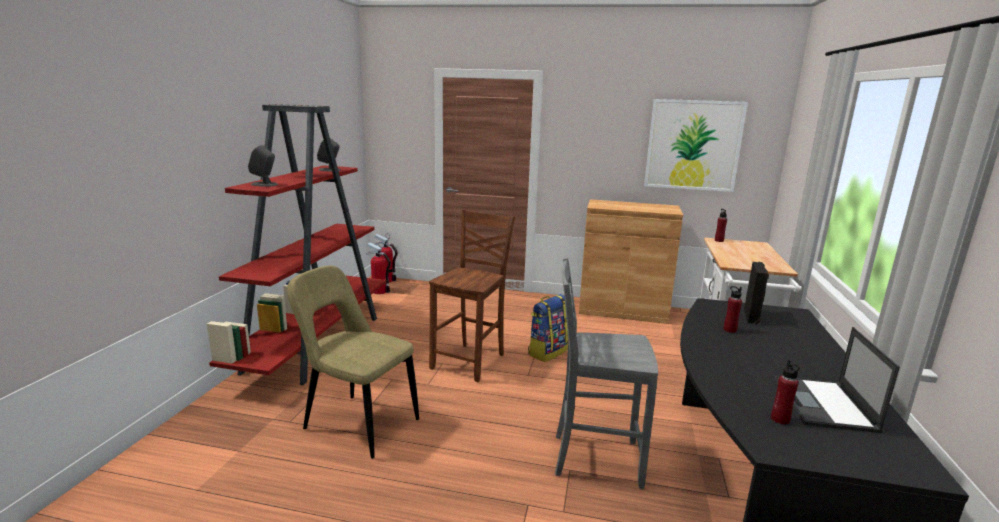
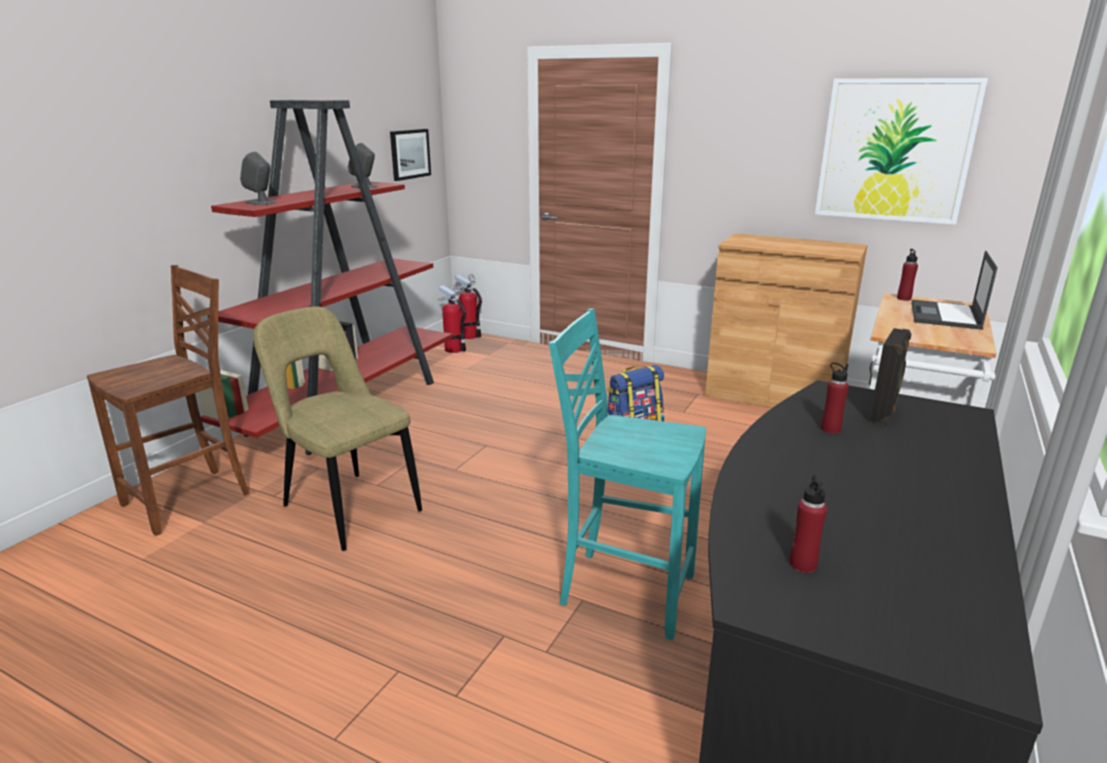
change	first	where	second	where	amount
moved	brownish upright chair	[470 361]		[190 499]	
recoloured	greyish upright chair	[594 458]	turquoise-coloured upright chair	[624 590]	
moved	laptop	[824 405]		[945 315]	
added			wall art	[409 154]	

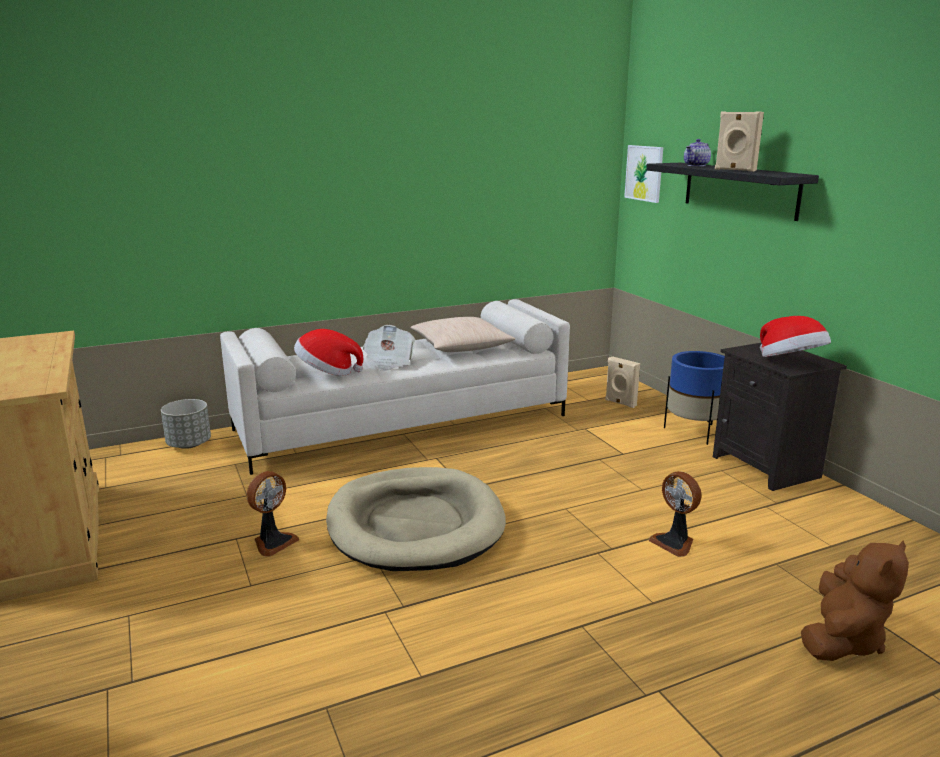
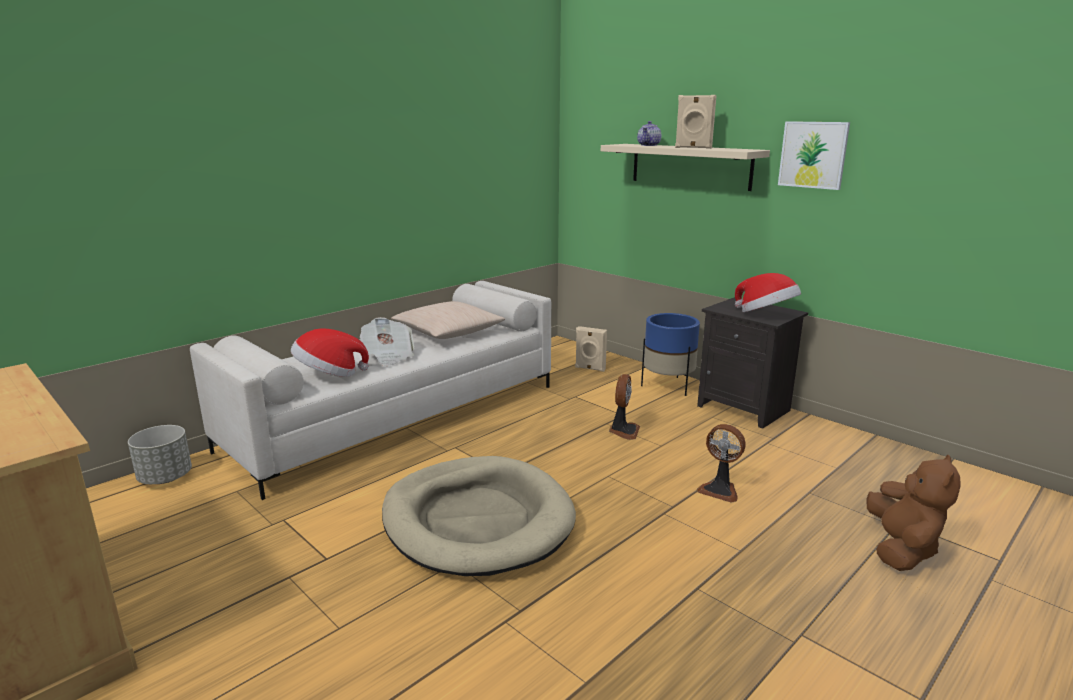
change	first	where	second	where	amount
moved	wall art	[644 173]		[813 155]	
recoloured	black-coloured shelf	[740 189]	beige shelf	[690 166]	
moved	fan	[273 542]		[623 431]	

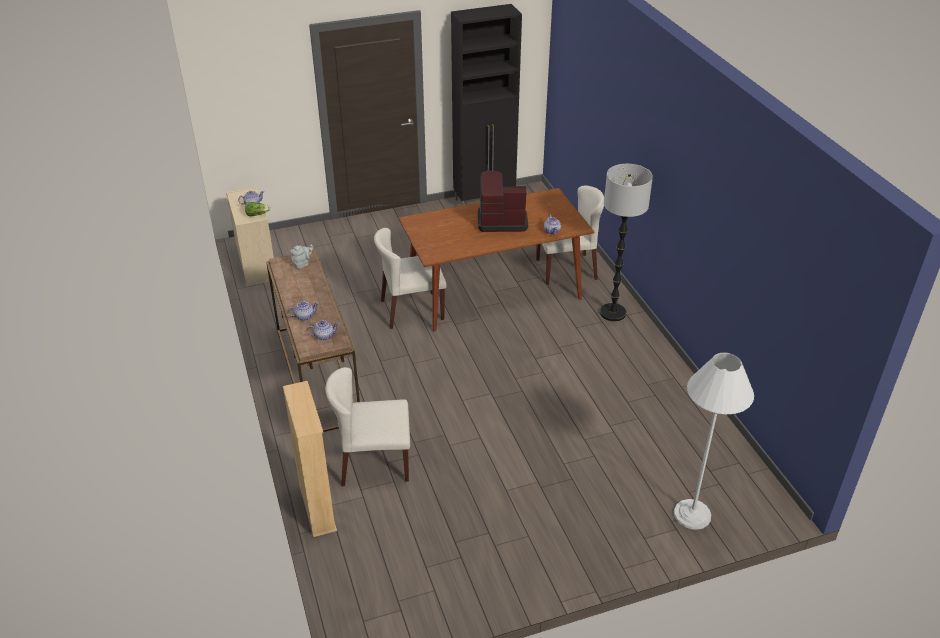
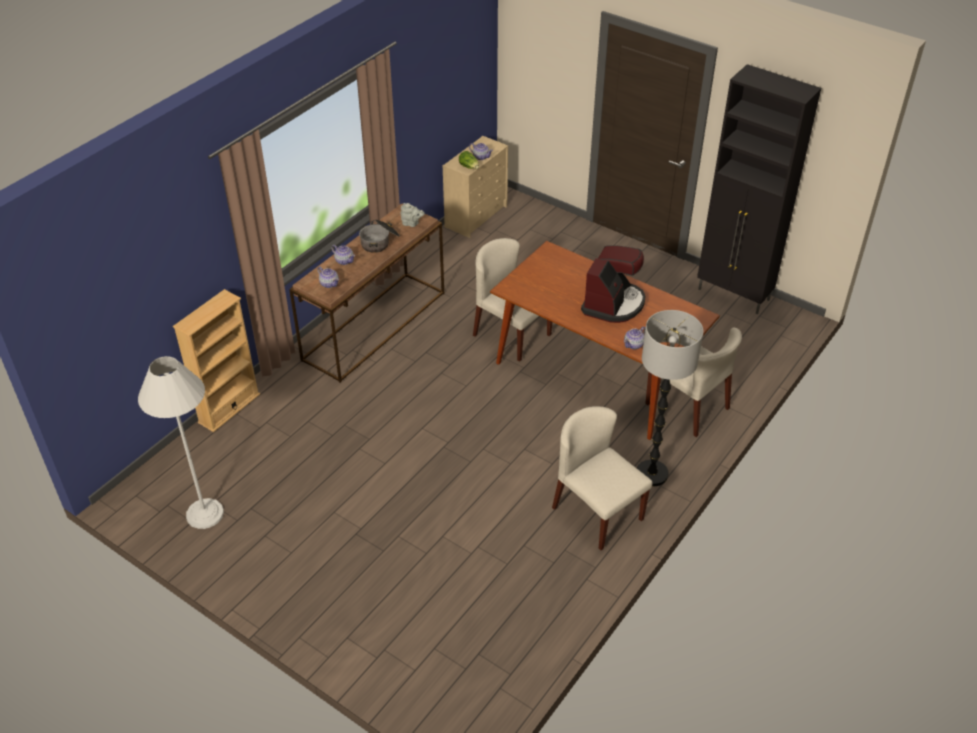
change	first	where	second	where	amount
turned	coffee maker	[501 220]		[613 303]	60 degrees clockwise
moved	whitish floor lamp	[692 514]		[205 514]	
moved	beige upright chair	[374 462]		[597 513]	
added			stockpot	[379 242]	

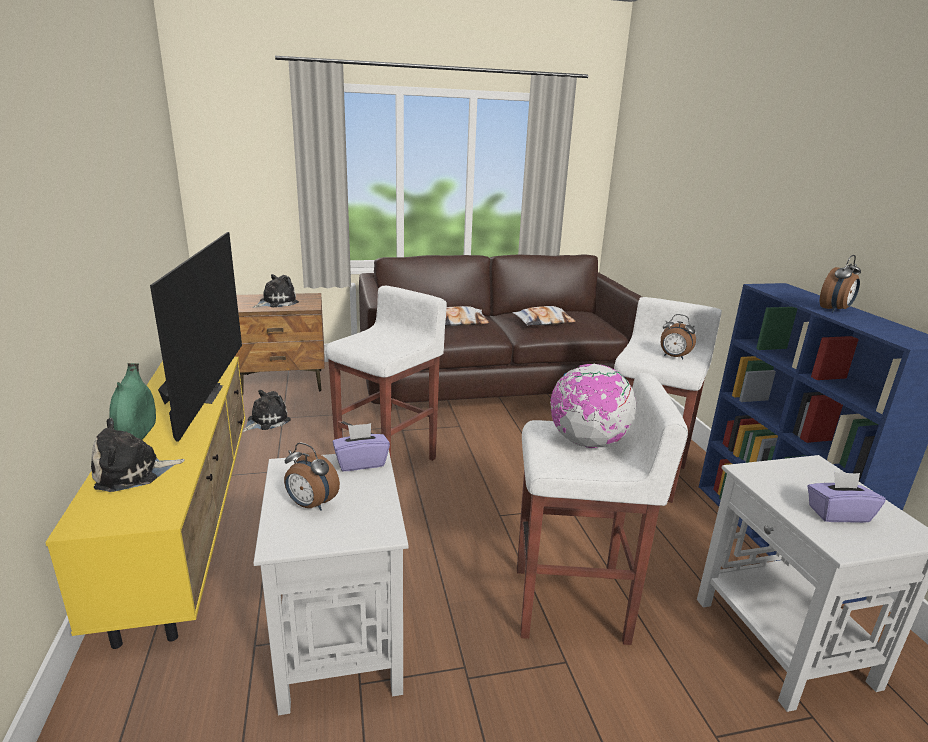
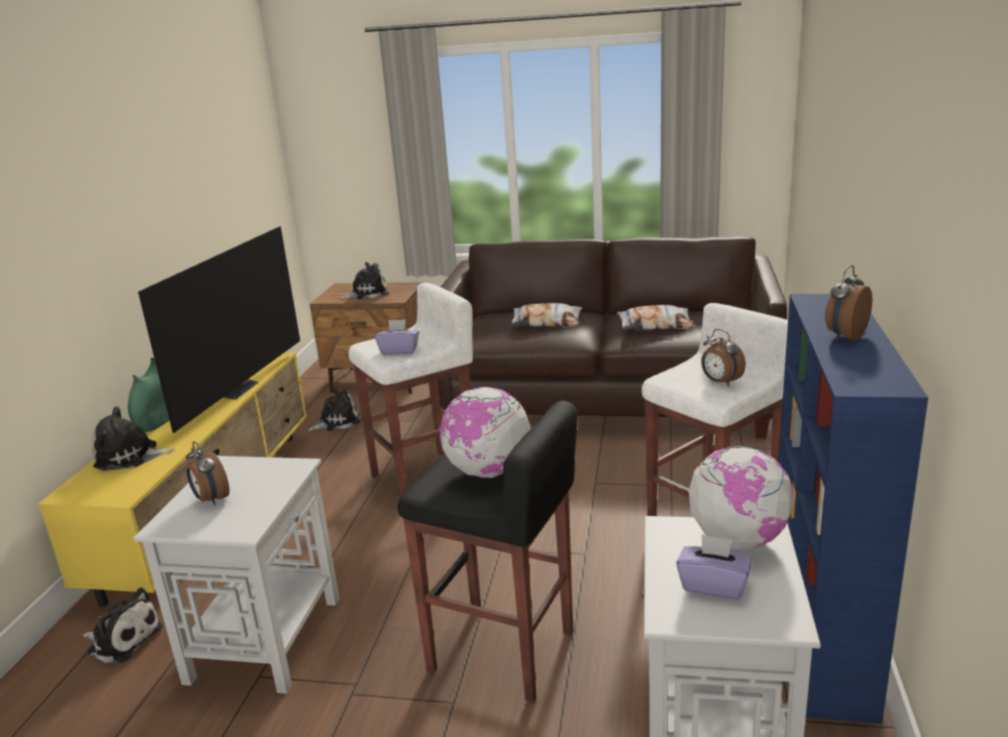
change	first	where	second	where	amount
turned	alarm clock	[835 310]		[844 336]	150 degrees clockwise
recoloured	whitish stool	[572 606]	black-coloured stool	[503 653]	
moved	purple tissue box	[361 462]		[399 350]	
added			world globe	[738 539]	
added			cuddly toy	[123 639]	

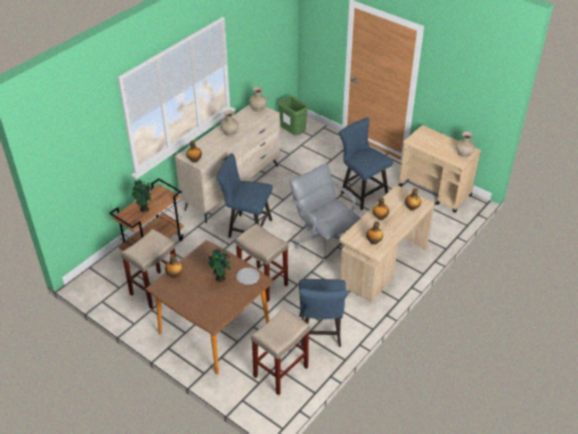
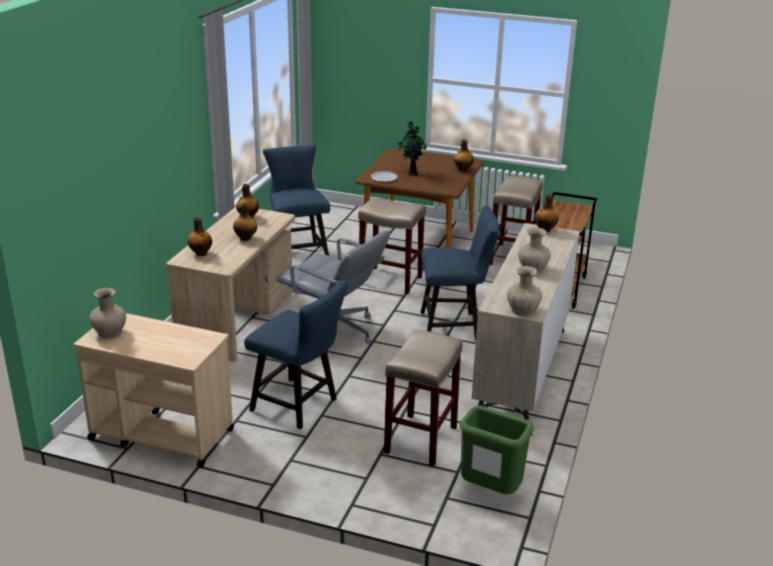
change	first	where	second	where	amount
removed	plant in a pot	[144 209]			
moved	beige stool	[280 372]		[420 439]	

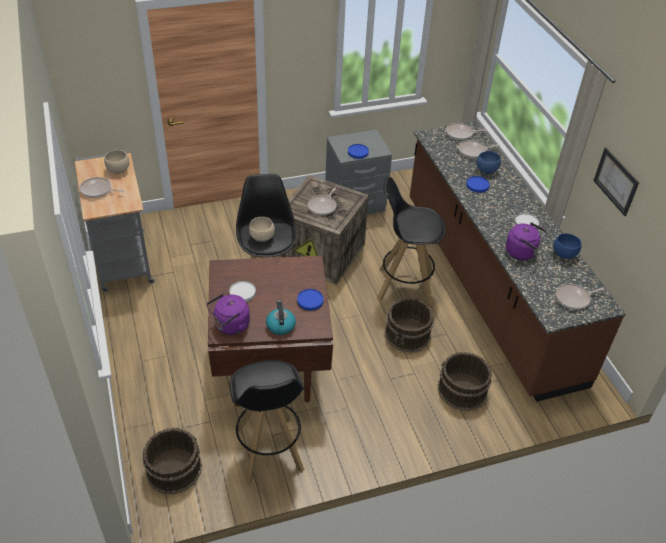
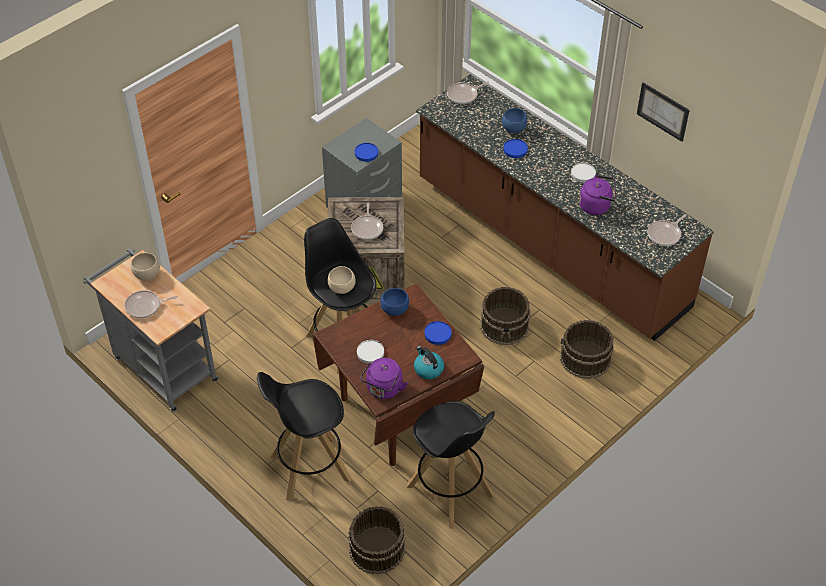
change	first	where	second	where	amount
removed	skillet	[473 151]			
moved	black-coloured stool	[404 286]		[309 468]	
moved	blue-coloured bowl	[564 254]		[394 309]	

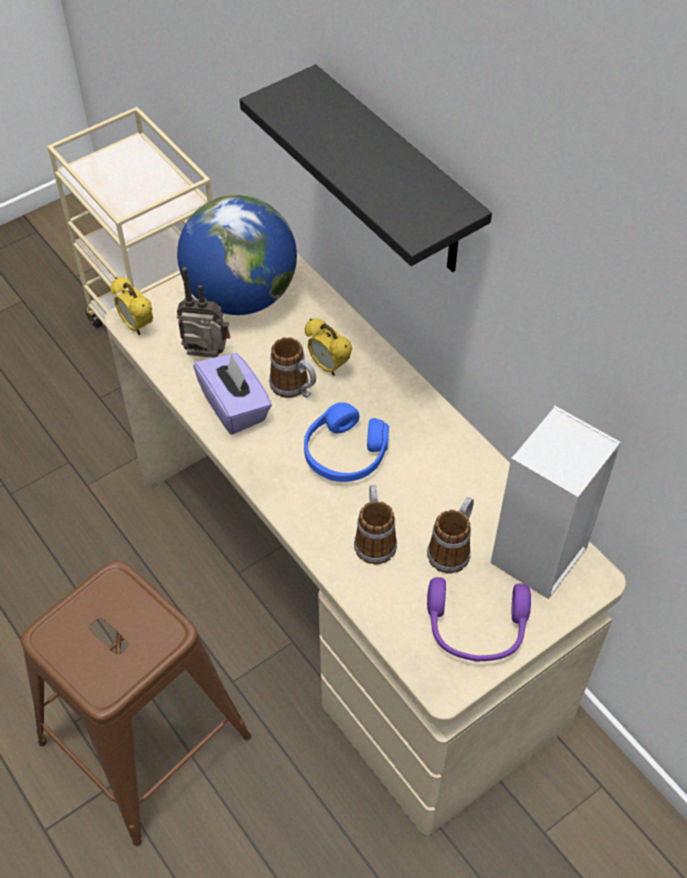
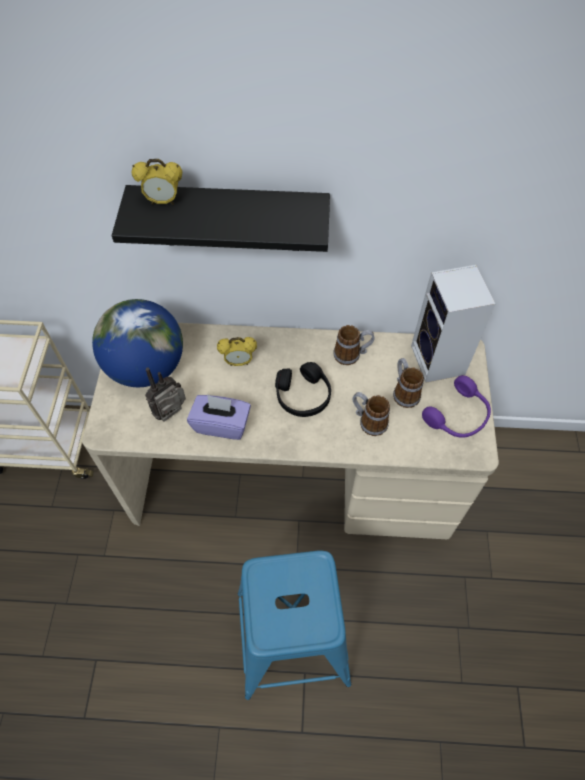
change	first	where	second	where	amount
moved	alarm clock	[136 326]		[163 201]	
moved	coffee mug	[295 388]		[352 354]	
recoloured	blue-coloured headset	[345 453]	black-coloured headset	[303 395]	
recoloured	brownish stool	[146 739]	blue-coloured stool	[293 636]	

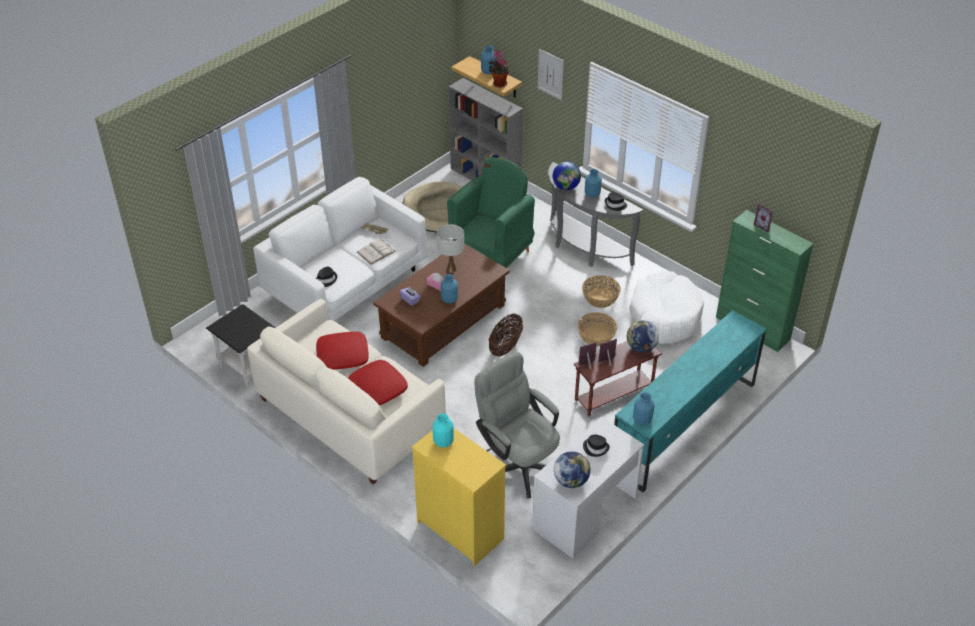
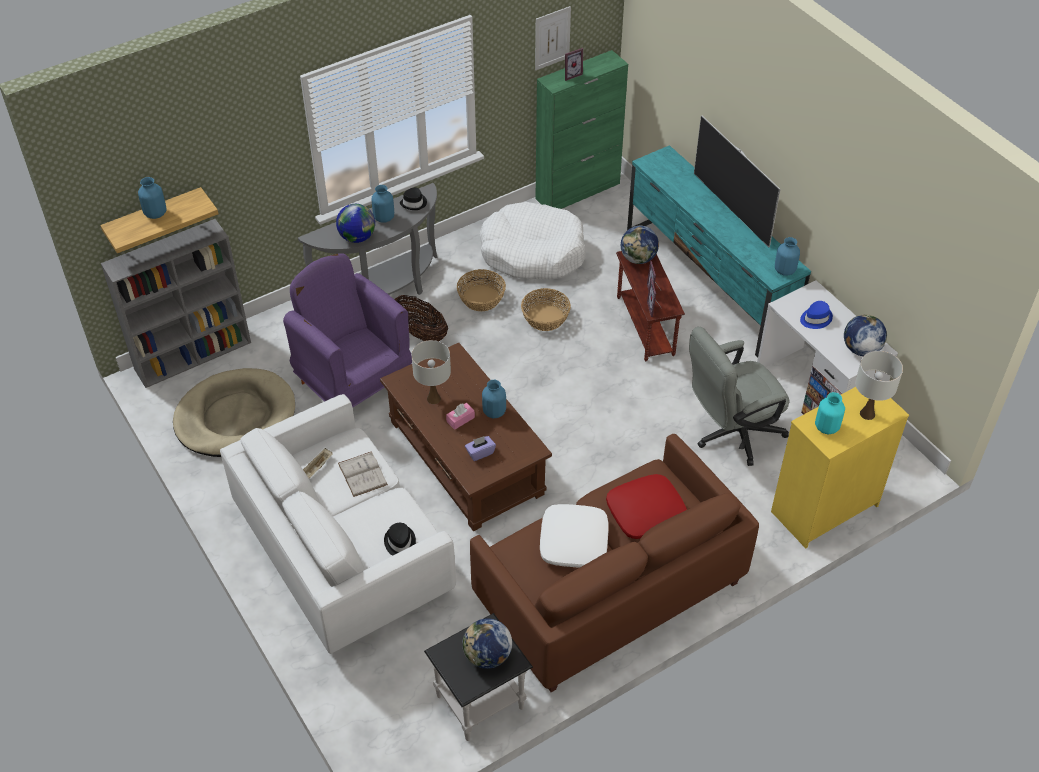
change	first	where	second	where	amount
moved	wall art	[550 74]		[552 38]	
removed	plant in a pot	[498 83]			
recoloured	greenish lounge chair	[491 254]	purple lounge chair	[354 381]	
recoloured	whitish couch	[349 414]	brownish couch	[609 590]	
moved	basket	[505 346]		[421 333]	
recoloured	red-coloured throw pillow	[343 355]	whitish throw pillow	[573 541]	
recoloured	black-coloured clothing hat	[596 448]	blue-coloured clothing hat	[815 318]	
added			TV	[731 209]	
added			whitish table lamp	[867 414]	
added			world globe	[487 656]	

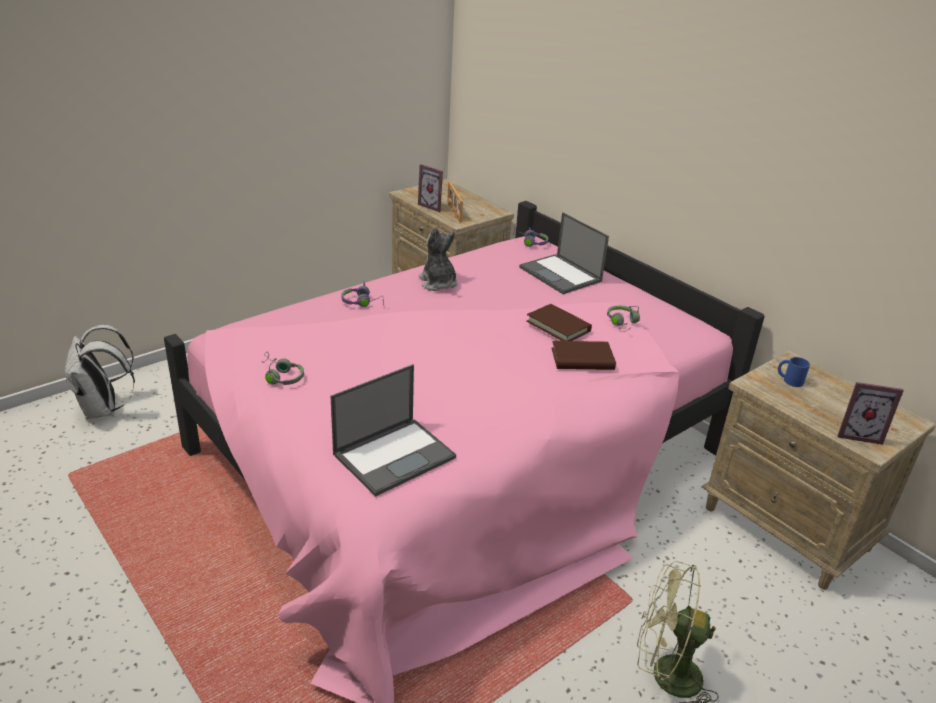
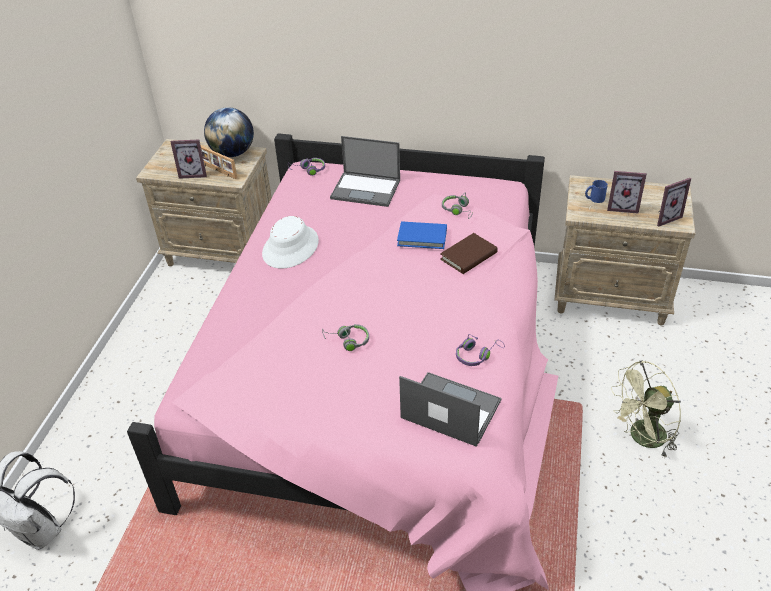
change	first	where	second	where	amount
replaced	cuddly toy	[438 283]	whitish clothing hat	[291 247]	
moved	purple headset	[362 302]		[477 355]	
recoloured	brownish book	[558 326]	blue-coloured book	[422 237]	
moved	greyish headset	[281 376]		[347 341]	
turned	laptop	[395 455]		[449 409]	75 degrees counterclockwise
added			world globe	[232 153]	
added			photo frame	[622 207]	

